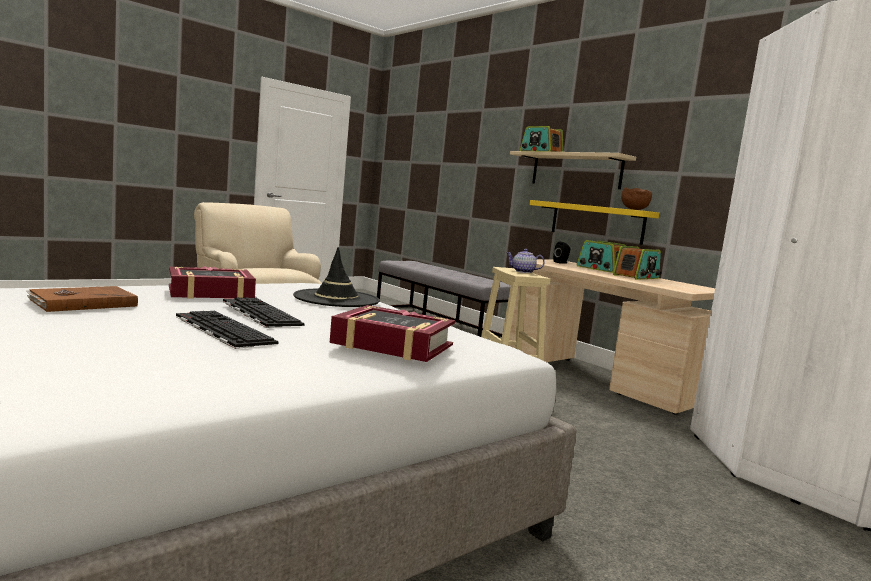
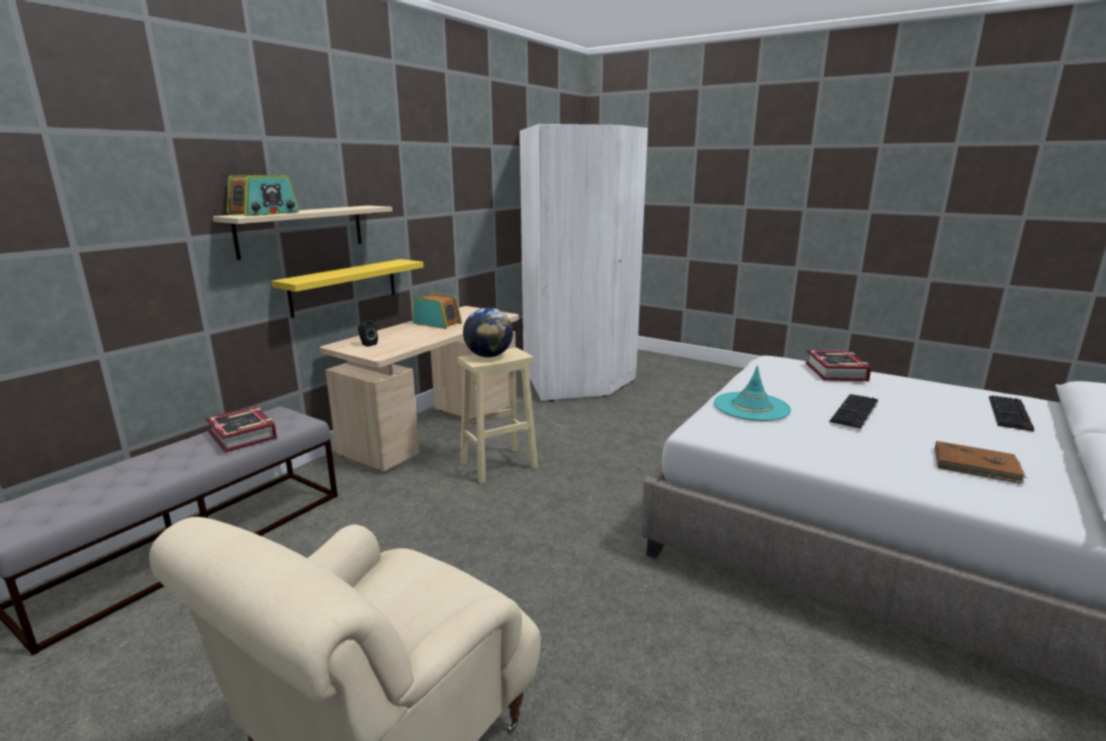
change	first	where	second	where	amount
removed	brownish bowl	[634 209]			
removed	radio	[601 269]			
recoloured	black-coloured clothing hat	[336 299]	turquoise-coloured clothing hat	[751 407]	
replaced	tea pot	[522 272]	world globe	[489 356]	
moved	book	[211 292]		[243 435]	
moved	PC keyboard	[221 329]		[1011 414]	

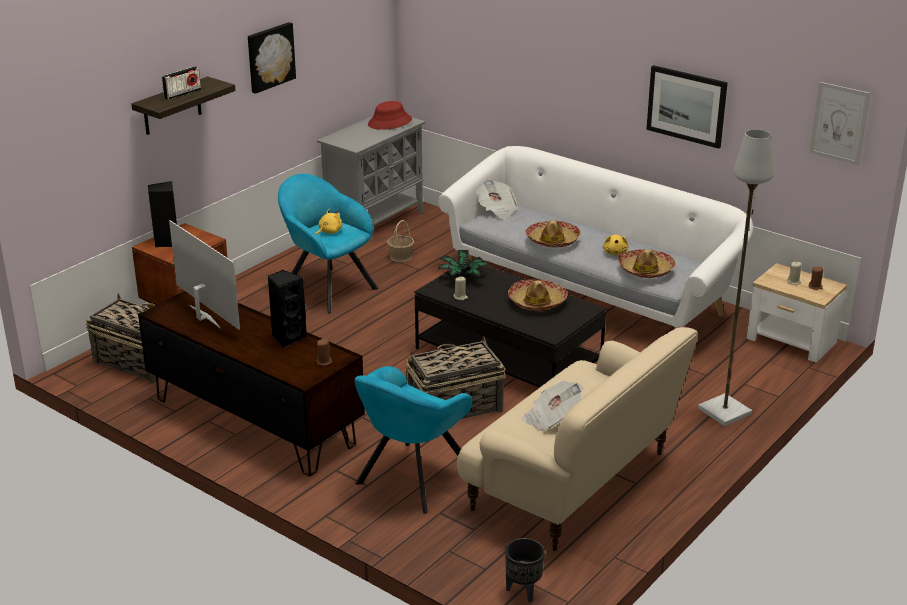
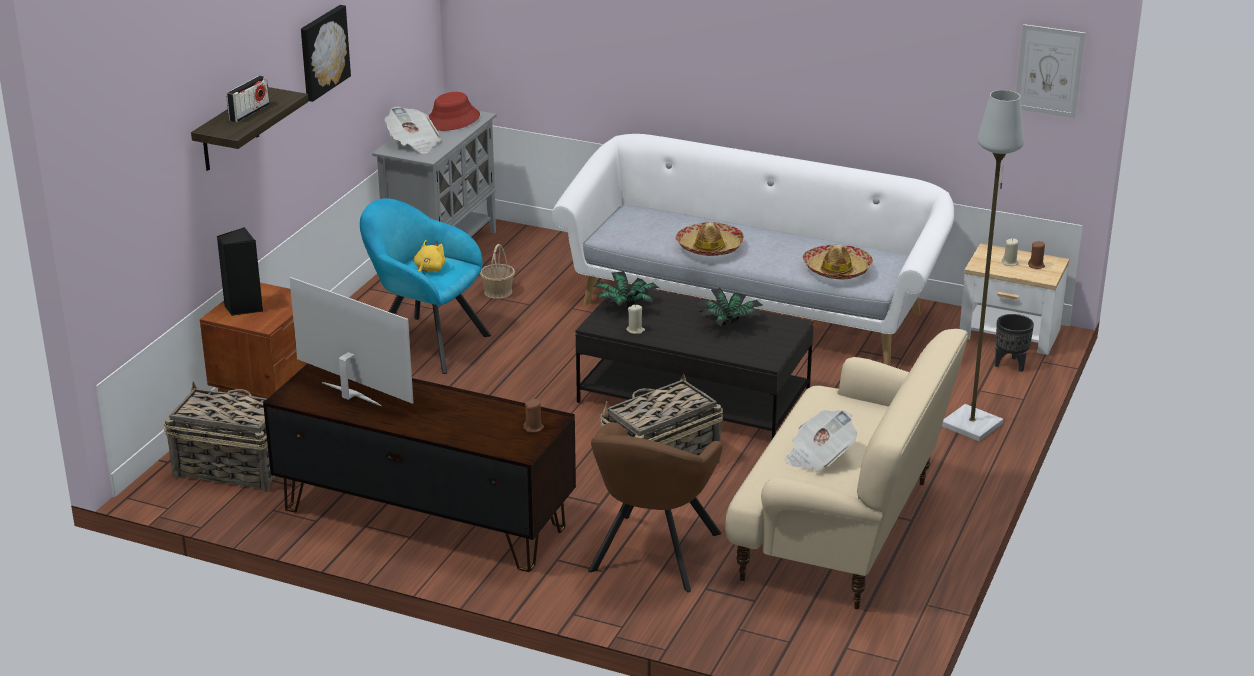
change	first	where	second	where	amount
removed	wall art	[686 106]			
moved	newspaper	[496 210]		[413 144]	
removed	yellow-coloured cuddly toy	[615 252]			
removed	black-coloured loudspeaker	[288 338]			
replaced	clothing hat	[537 302]	plant in a pot	[730 324]	
recoloured	turquoise-coloured lounge chair	[411 479]	brownish lounge chair	[652 556]	
moved	black-coloured plant pot	[523 591]		[1010 365]	

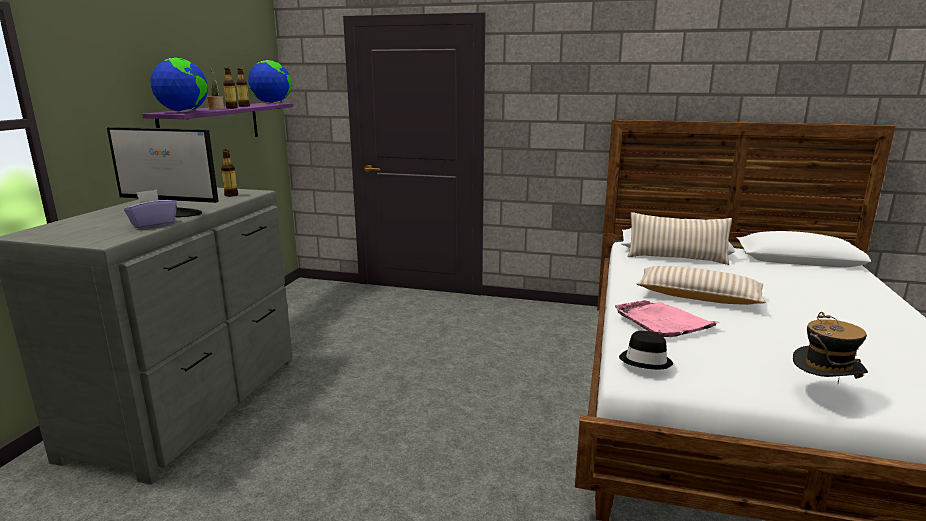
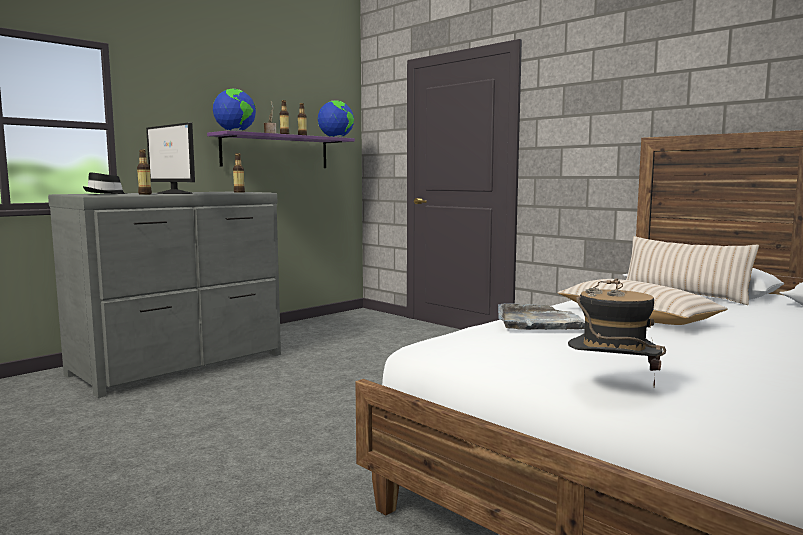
change	first	where	second	where	amount
replaced	purple tissue box	[153 224]	bottle	[145 194]	
recoloured	pinkish serving tray	[663 321]	greyish serving tray	[540 322]	
moved	black-coloured clothing hat	[645 360]		[106 194]	

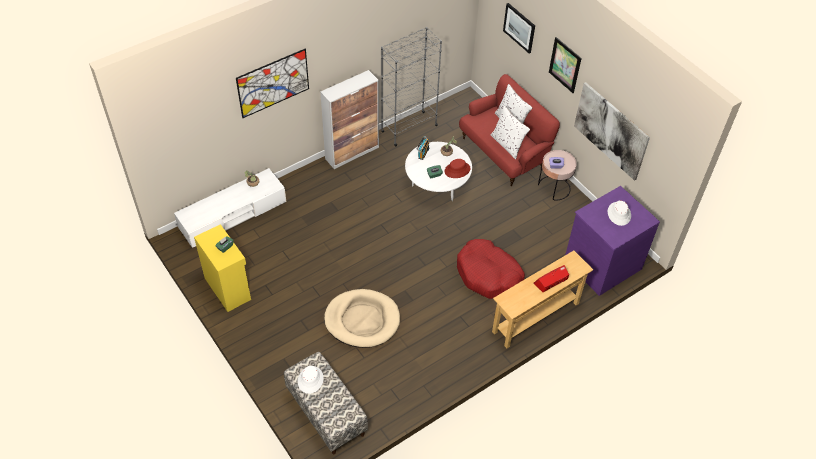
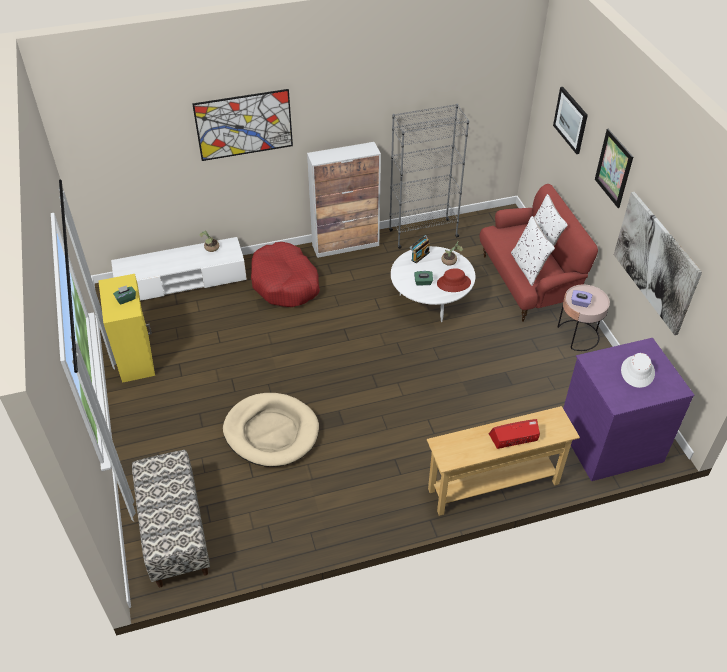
change	first	where	second	where	amount
moved	red-coloured pet bed	[488 275]		[285 283]	
removed	whitish clothing hat	[310 380]			

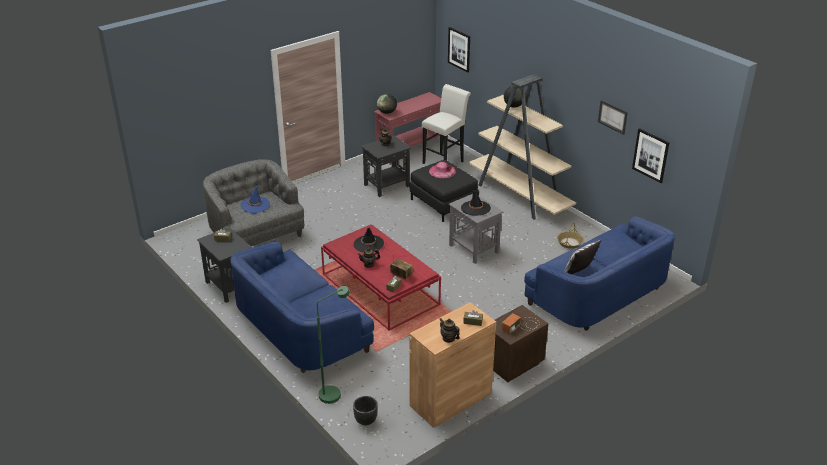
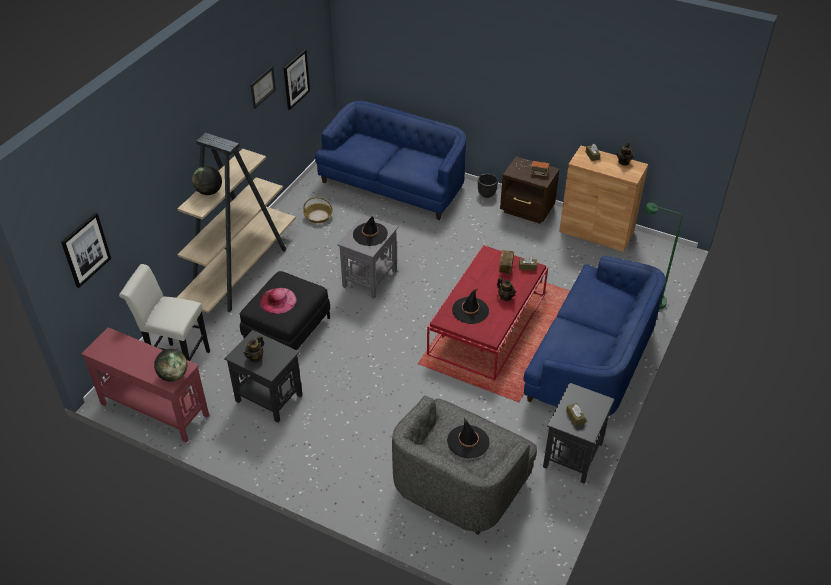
change	first	where	second	where	amount
recoloured	blue-coloured clothing hat	[255 205]	black-coloured clothing hat	[468 441]	
removed	throw pillow	[579 271]			
moved	black-coloured plant pot	[365 420]		[487 194]	

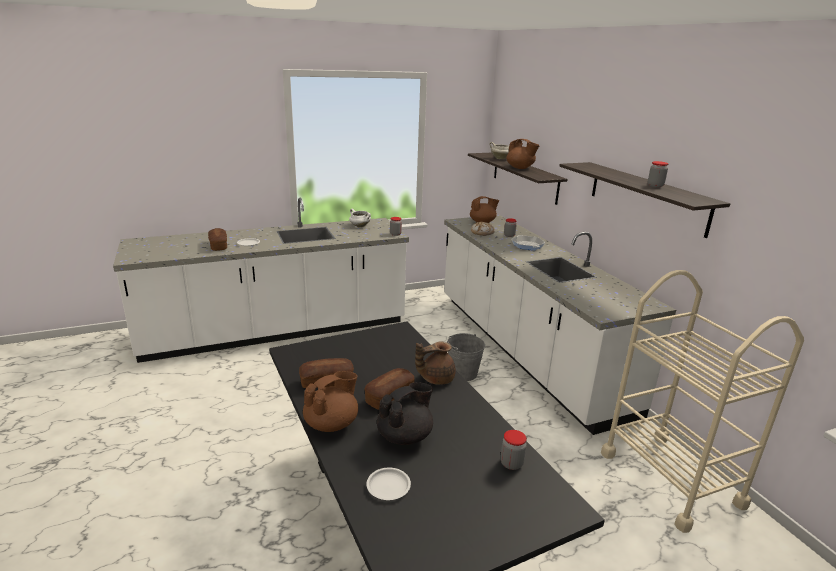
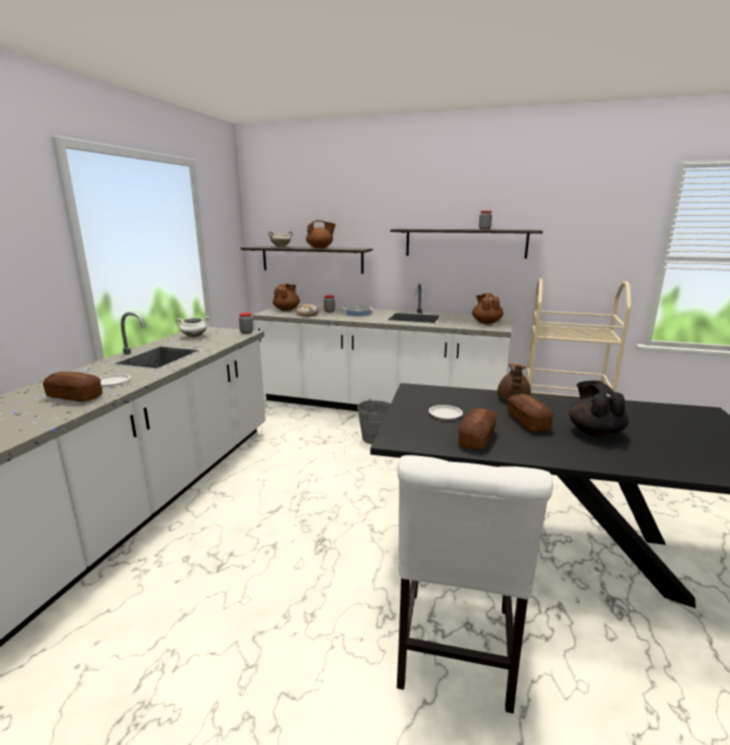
change	first	where	second	where	amount
moved	brownish tea pot	[332 423]		[486 322]	
removed	jar	[511 463]			
moved	whitish plate	[388 486]		[445 414]	
added			whitish upright chair	[455 653]	

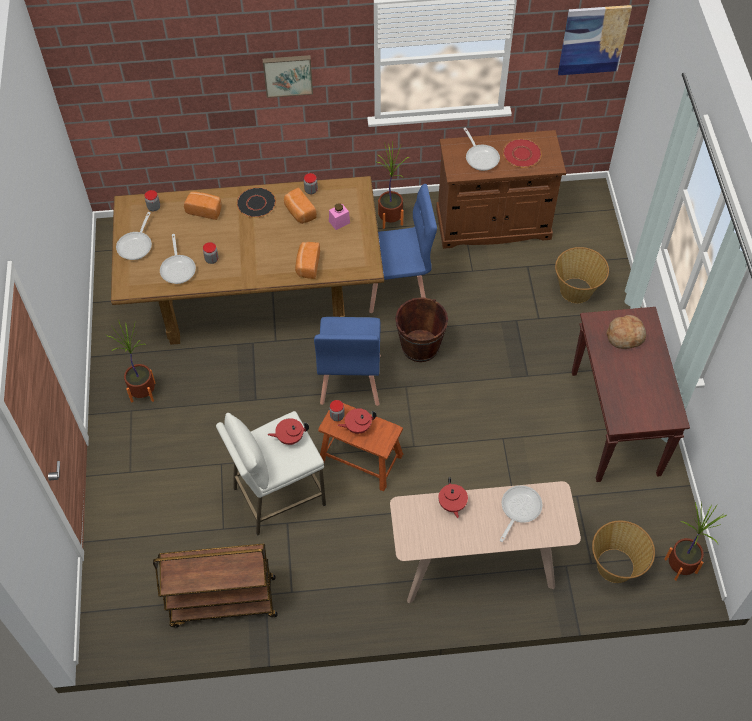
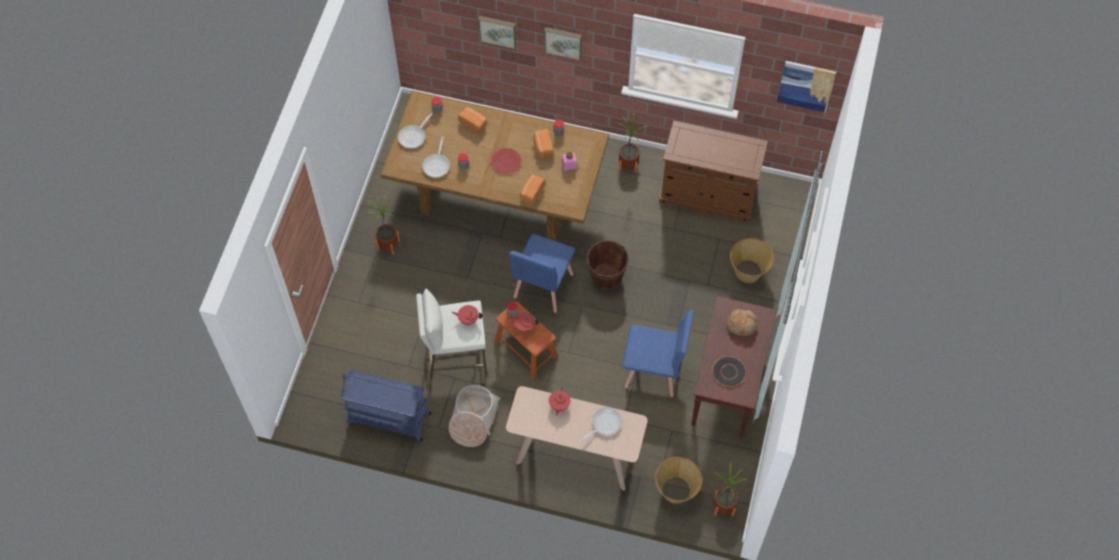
change	first	where	second	where	amount
removed	skillet	[481 157]			
moved	red-coloured plate	[522 154]		[506 161]	
moved	blue-coloured upright chair	[394 287]		[653 371]	
moved	black-coloured plate	[256 203]		[729 372]	
recoloured	brownish wheeled cart	[222 602]	blue-coloured wheeled cart	[388 418]	
added			wall art	[498 30]	
added			basket	[473 419]	

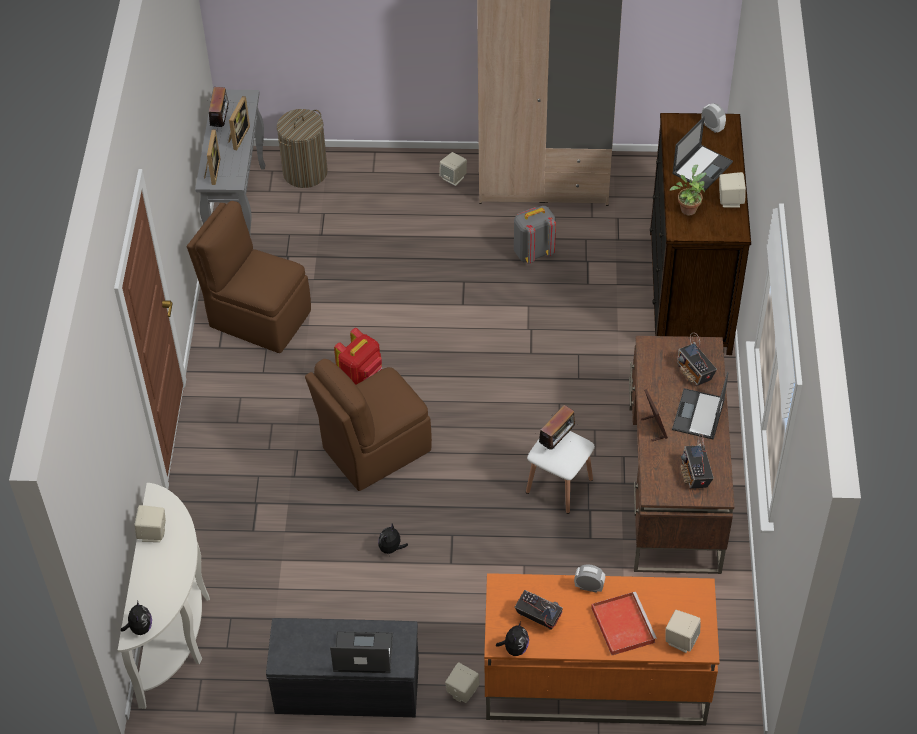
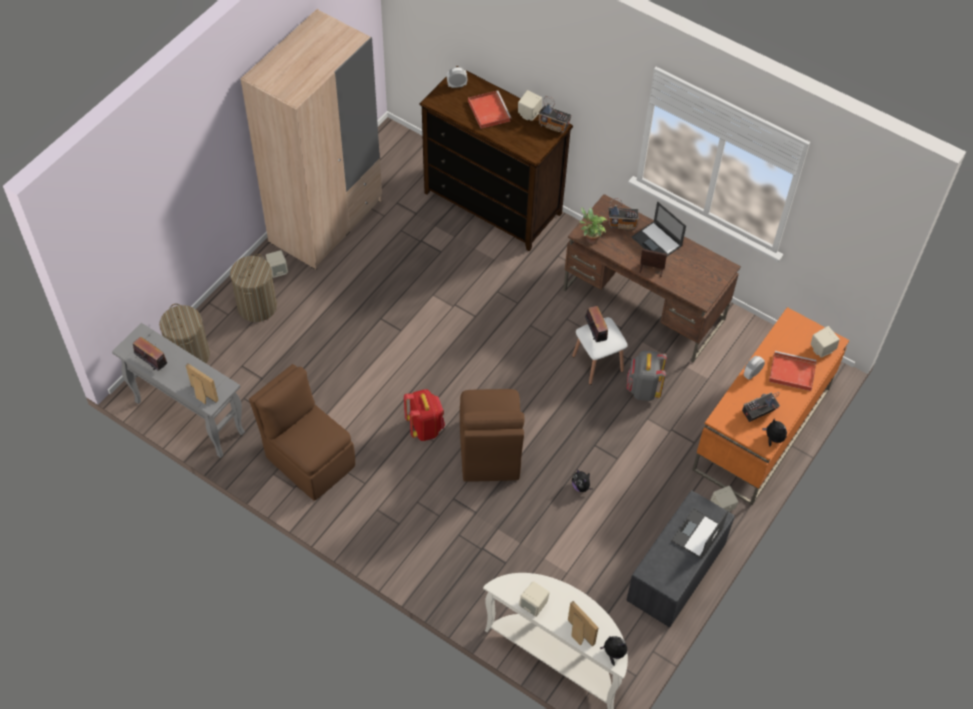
change	first	where	second	where	amount
moved	photo frame	[237 137]		[578 634]	
replaced	laptop	[702 167]	red-coloured serving tray	[488 110]	
moved	plant in a pot	[688 208]		[590 238]	
turned	brownish upright chair	[258 317]		[309 459]	75 degrees clockwise
moved	greyish backpack	[533 252]		[643 389]	
moved	radio	[695 475]		[554 126]	
added			laundry basket	[257 306]	

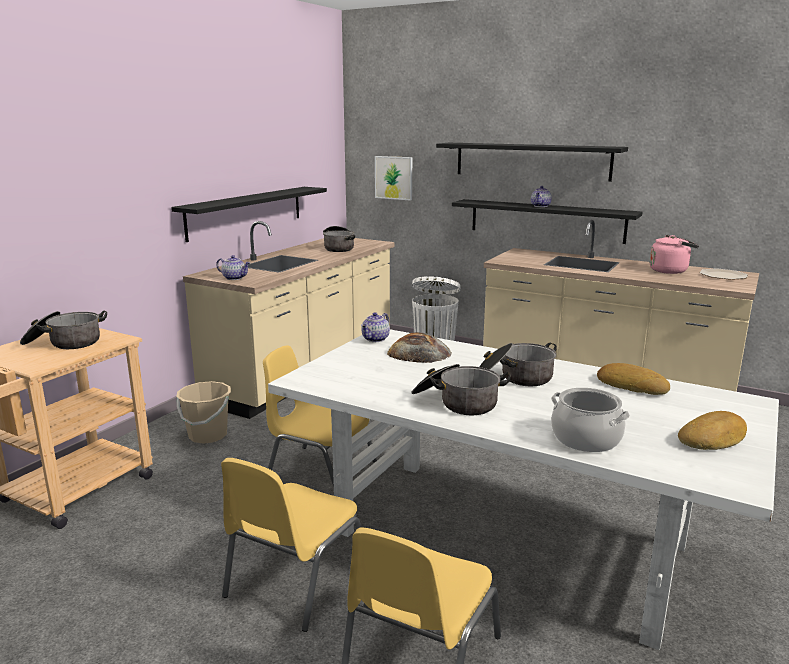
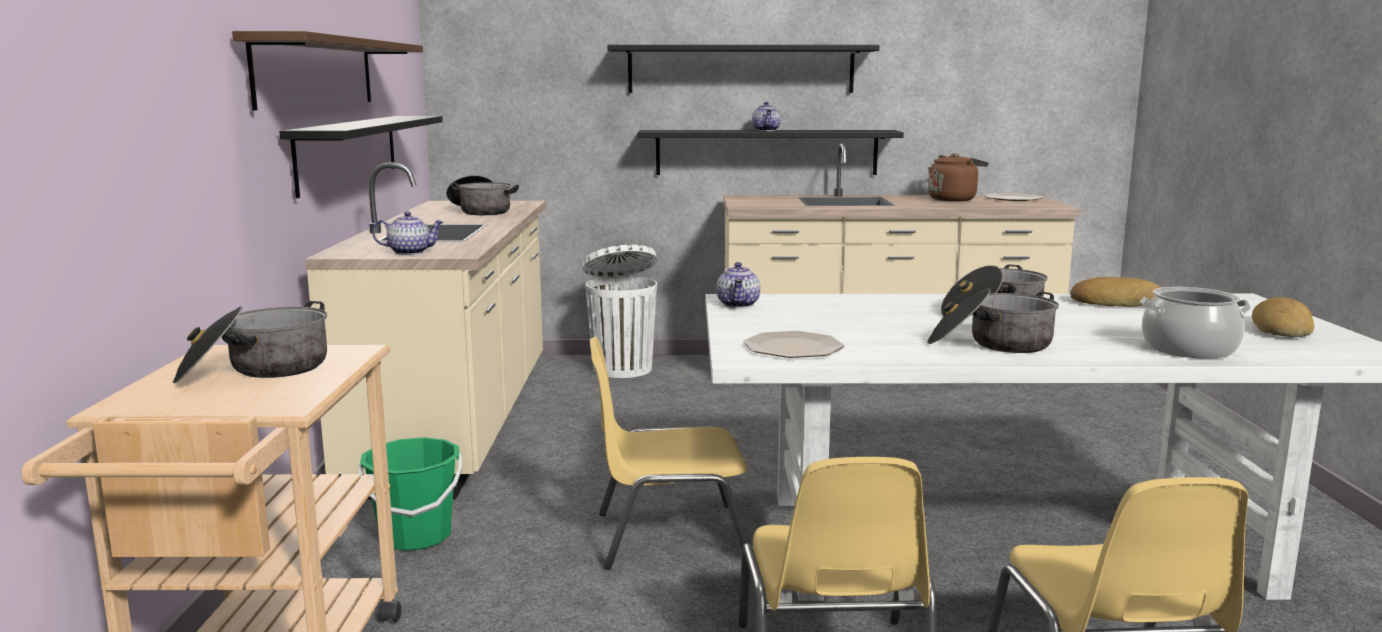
change	first	where	second	where	amount
removed	wall art	[394 177]			
recoloured	pinkish tea kettle	[670 271]	brownish tea kettle	[953 199]	
removed	baked bread	[419 353]			
recoloured	beige water bucket	[208 435]	greenish water bucket	[416 536]	
added			brownish shelf	[317 72]	
added			plate	[792 347]	

